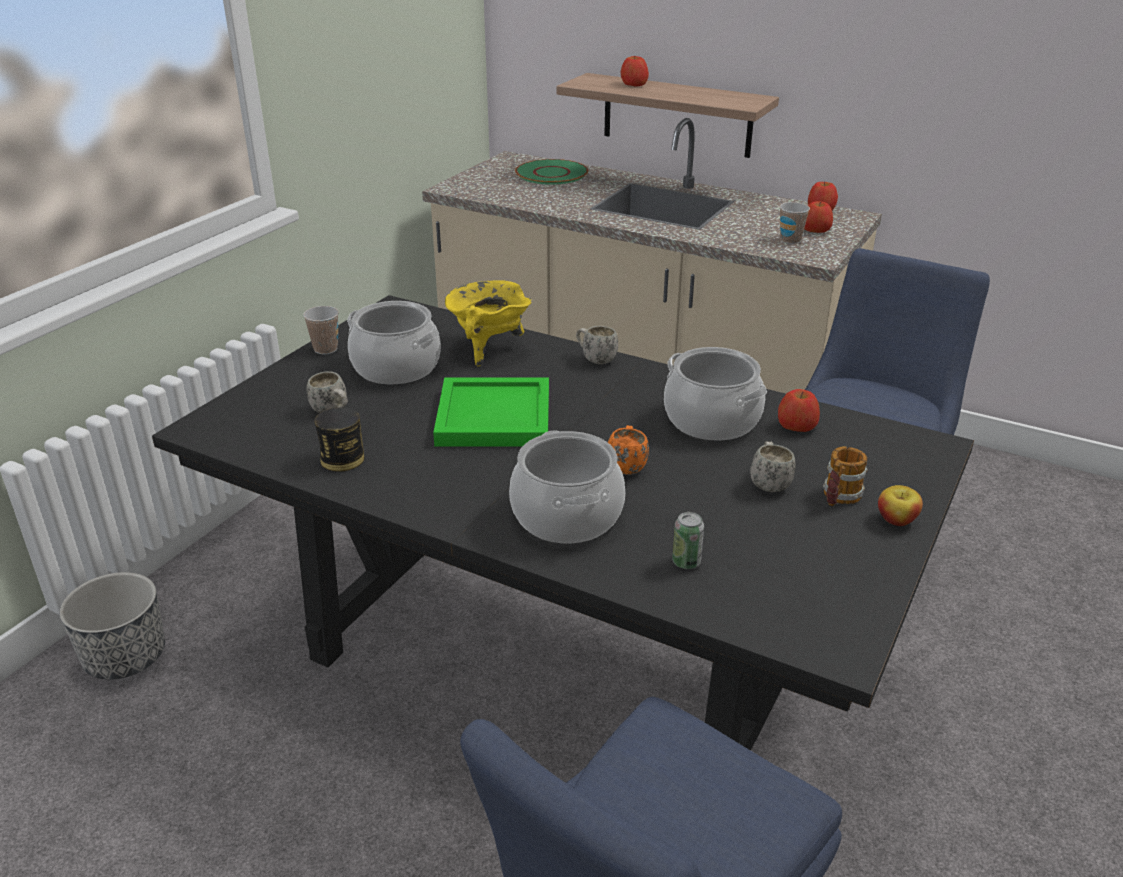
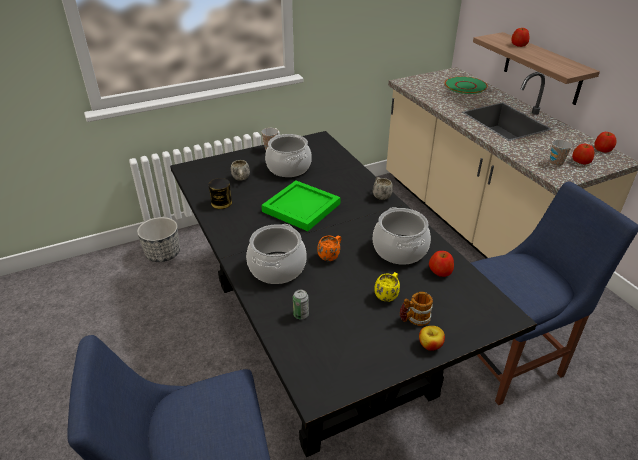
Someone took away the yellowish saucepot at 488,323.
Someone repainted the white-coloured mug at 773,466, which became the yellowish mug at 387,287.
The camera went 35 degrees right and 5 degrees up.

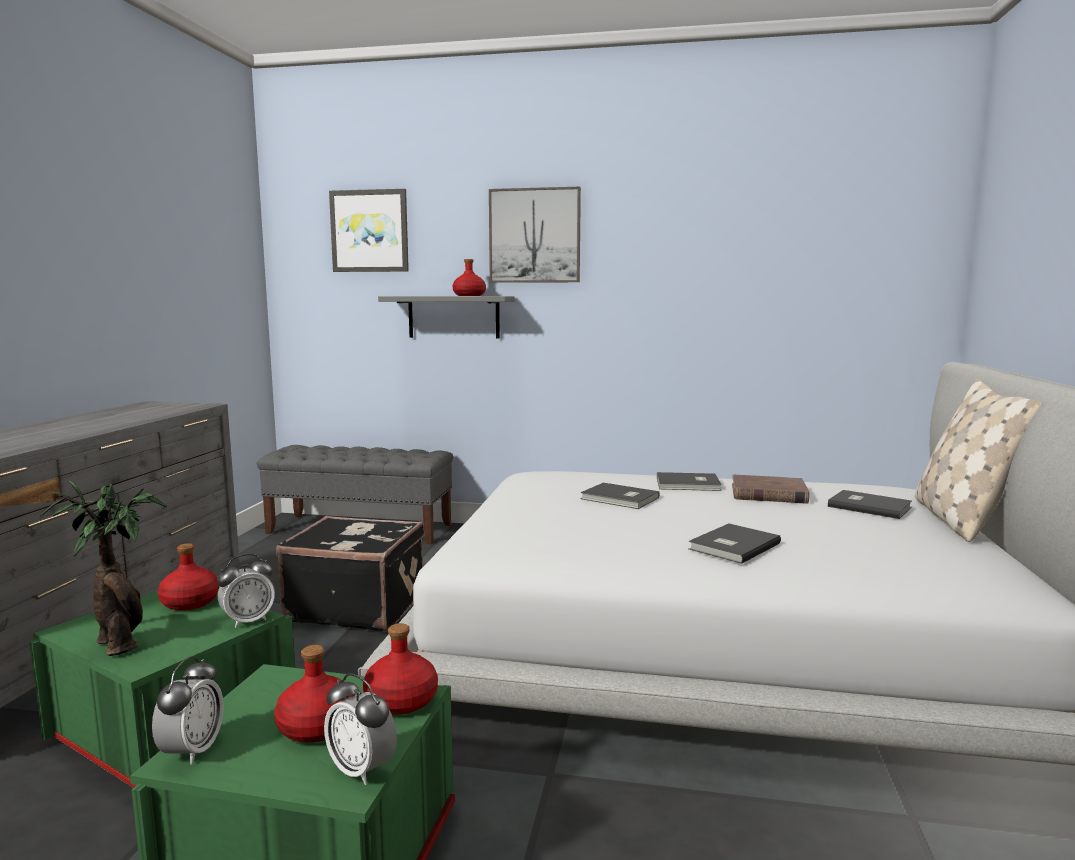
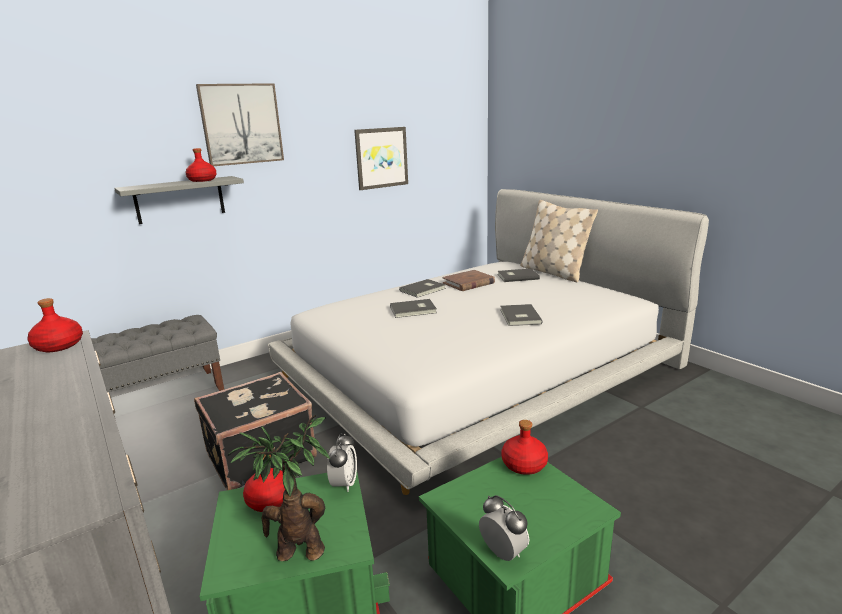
Someone took away the table clock at 360,729.
Someone carried the red-coloured beverage bottle from 314,694 to 55,325.
Someone carried the picture from 369,230 to 381,158.
The camera went 45 degrees left and 10 degrees up.

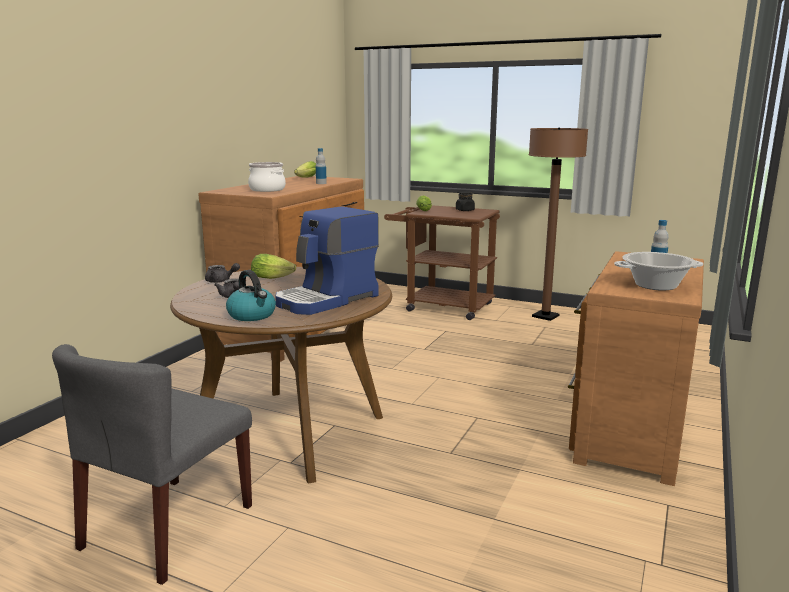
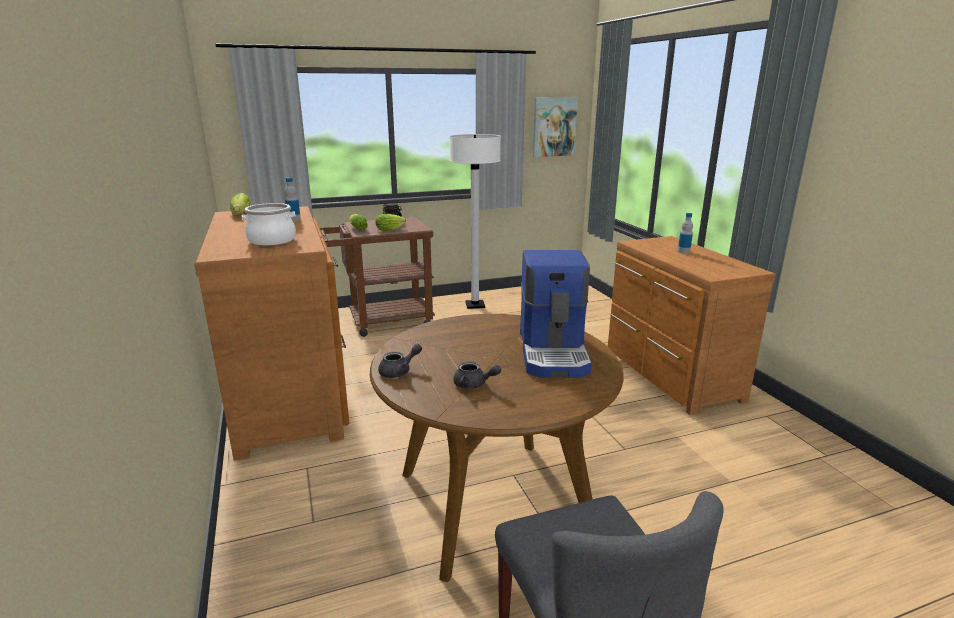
Someone took away the water kettle at 251,295.
Someone took away the saucepot at 658,271.
Someone put up the picture at 555,127.
Someone carried the head of lettuce from 273,266 to 391,222.
Someone repainted the brown floor lamp at 558,224, which became the white-coloured floor lamp at 475,221.
The camera went 45 degrees left and 5 degrees up.

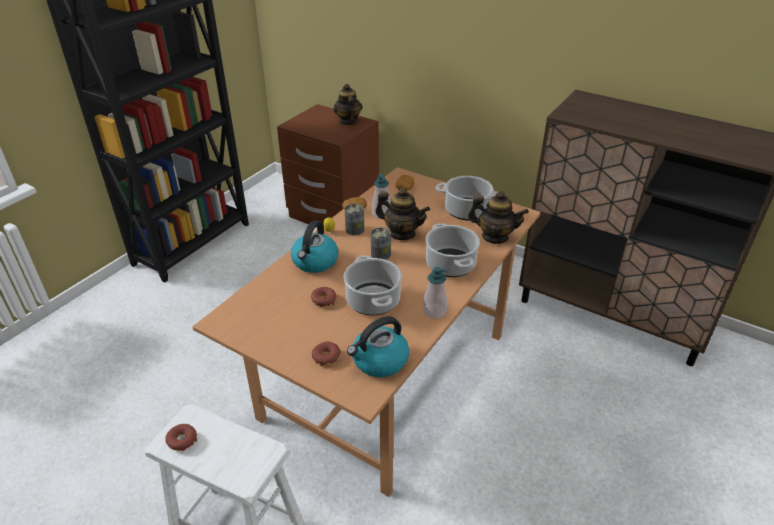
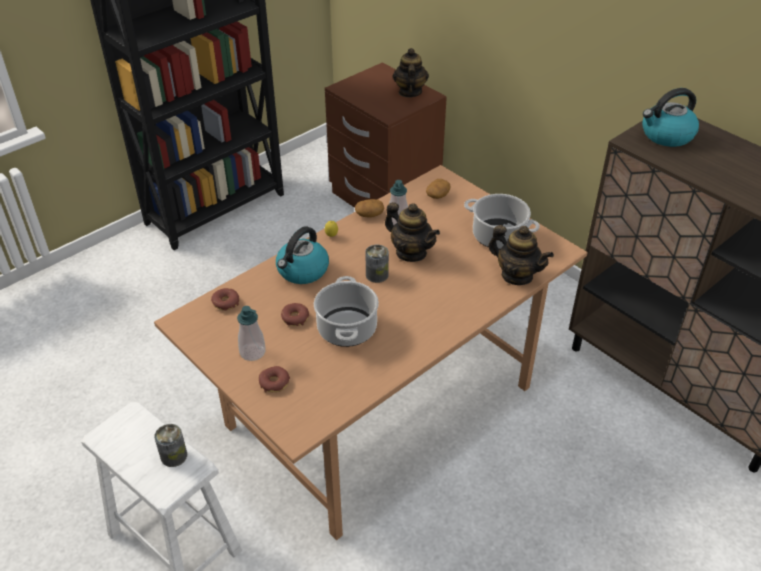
Someone took away the saucepot at 452,250.
Someone carried the donut from 181,437 to 225,299.
Someone carried the can from 354,220 to 170,445.
Someone carried the water kettle from 378,346 to 670,117.
Someone carried the soap dispenser from 435,293 to 251,333.
The camera went 15 degrees right and 5 degrees up.

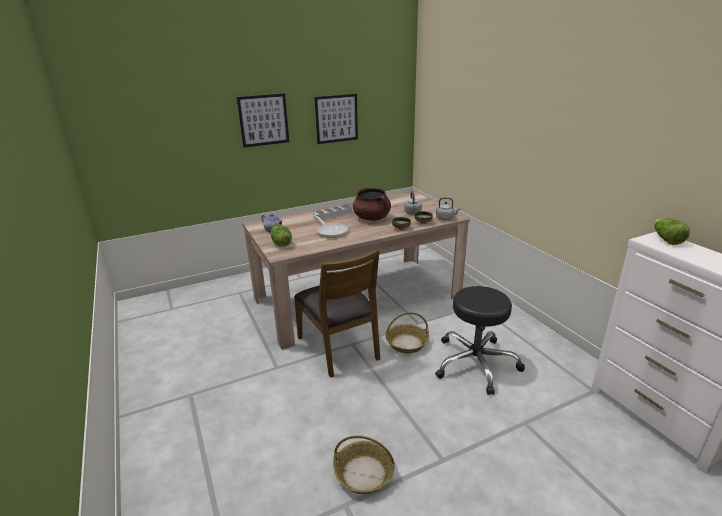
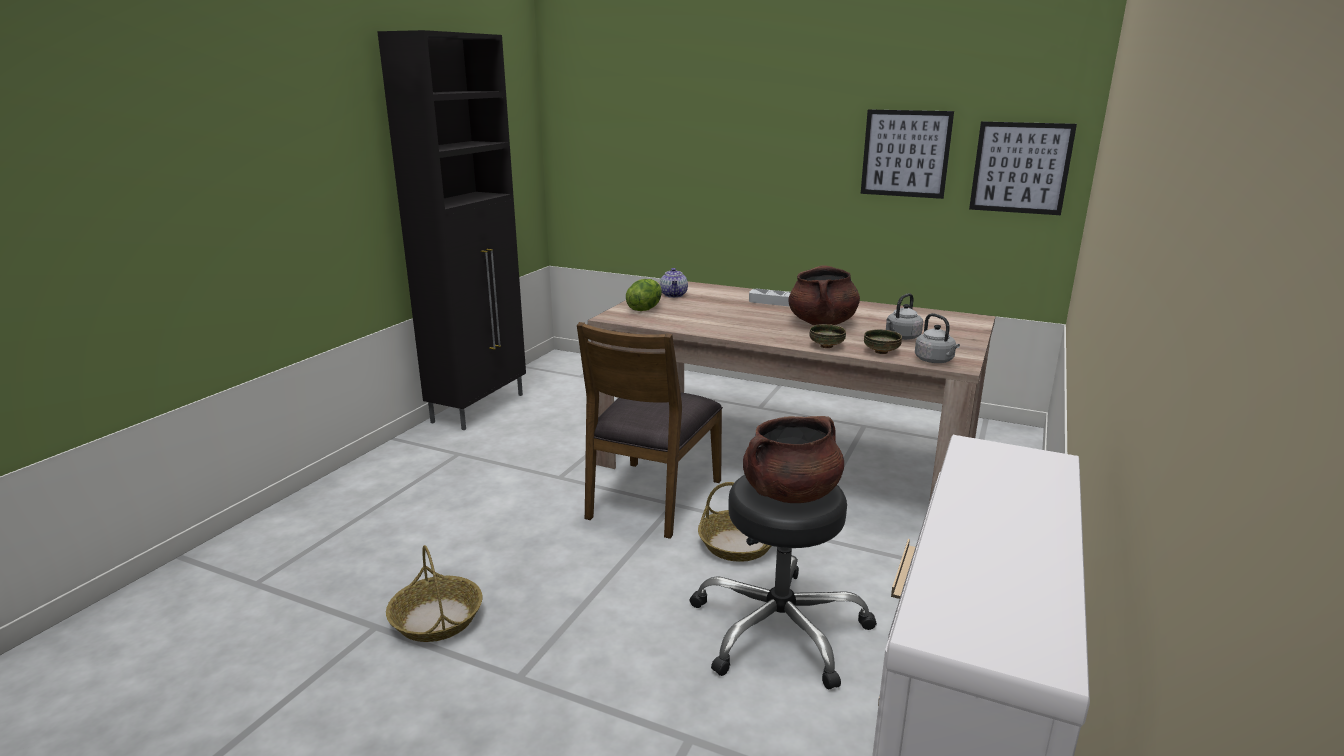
Someone took away the skillet at 331,226.
Someone took away the head of lettuce at 672,231.
Someone put down the black-coloured cabinet at 451,230.
Someone put down the brown saucepot at 793,459.
Someone carried the picture from 263,120 to 1023,168.
The camera went 50 degrees right and 5 degrees down.

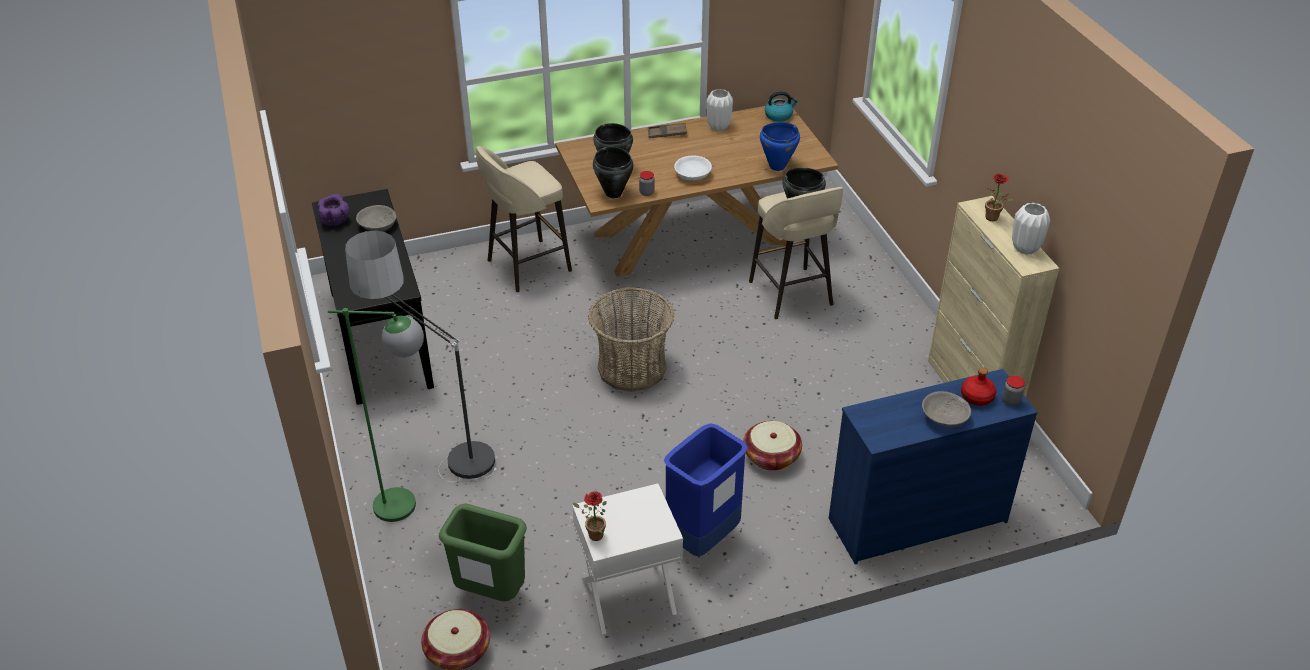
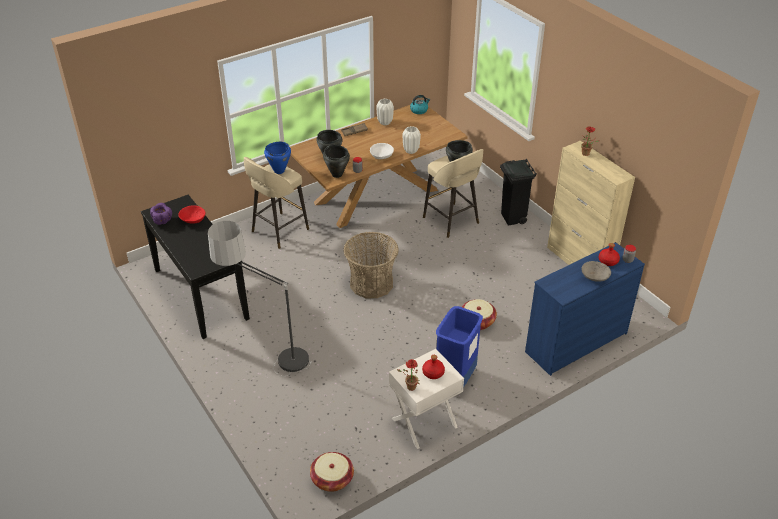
Someone took away the greenish floor lamp at 376,415.
Someone took away the greenish rubbish bin at 483,552.
Someone put down the red-coloured beverage bottle at 433,367.
Someone put down the black-coloured rubbish bin at 518,192.
Someone carried the blue-coloured saucepot from 780,146 to 277,158.
Someone carried the white-coloured flower vase from 1031,229 to 411,140.
Someone repainted the gray bowl at 376,218, which became the red-coloured bowl at 191,214.
The camera went 15 degrees left and 0 degrees up.

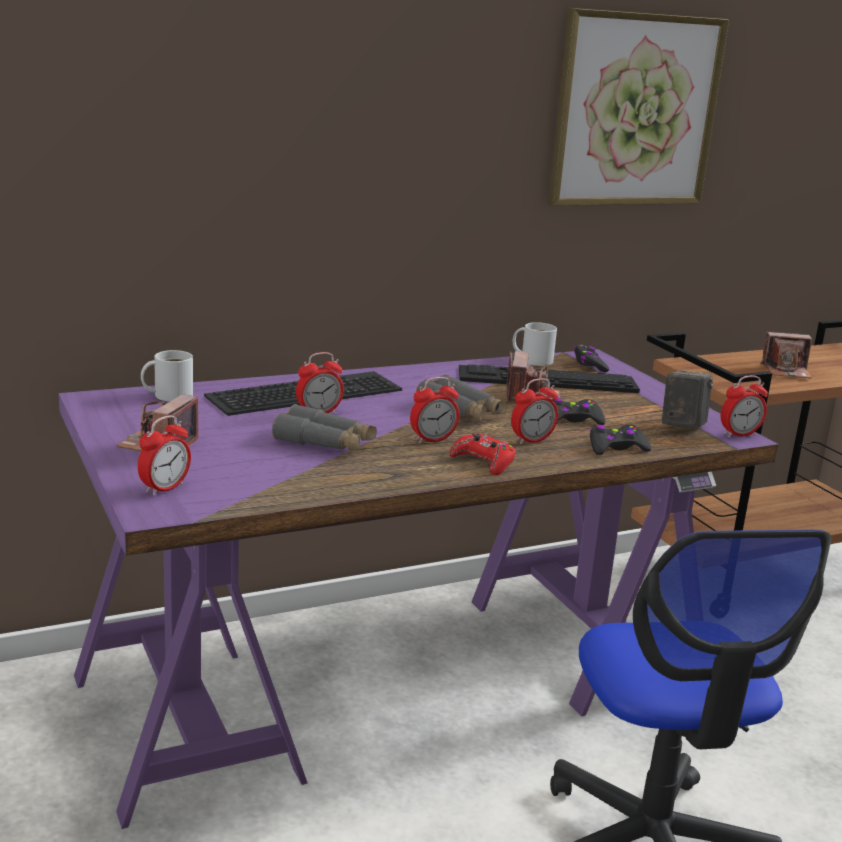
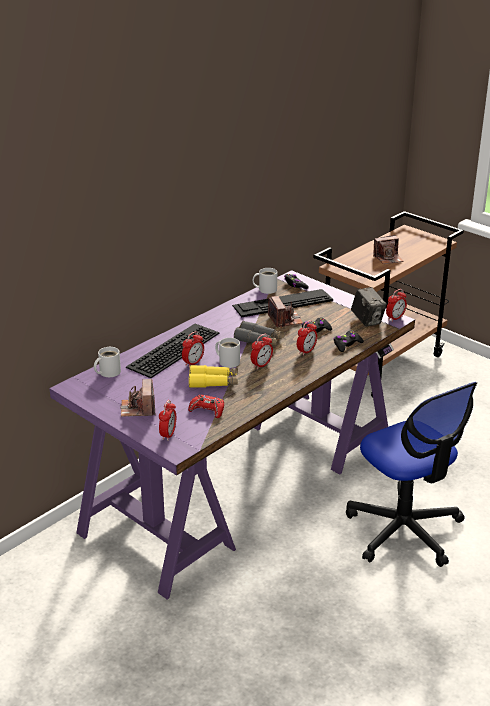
Someone took away the picture at 638,107.
Someone put down the white-coloured mug at 227,353.
Someone carried the red-coloured joypad from 483,454 to 206,406.
Someone repainted the gray field glasses at 324,427, which became the yellowish field glasses at 213,376.
Someone rotated the photo camera at 687,399 by 150 degrees clockwise.
The camera went 20 degrees left and 10 degrees up.

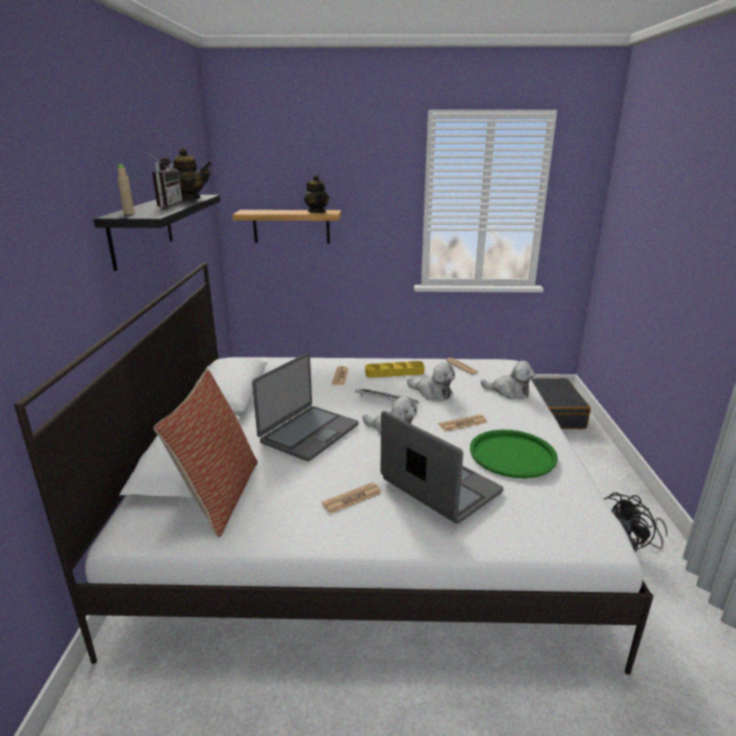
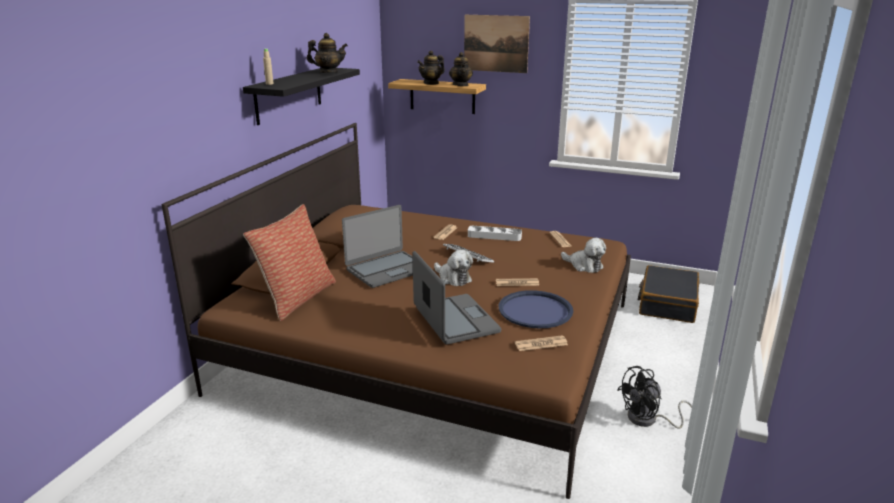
Someone took away the radio receiver at 162,178.
Someone took away the cuddly toy at 431,381.
Someone put down the pot for tea at 431,68.
Someone put up the picture at 497,44.
Someone carried the daily paper from 352,498 to 541,343.
Someone repainted the white-coloured sleeping bed at 333,468, which became the brown sleeping bed at 396,311.
Someone repainted the yellowish serving tray at 395,369, which became the gray serving tray at 495,233.
Someone repainted the greenish serving tray at 514,454, which became the blue-coloured serving tray at 536,309.
The camera went 20 degrees right and 0 degrees up.

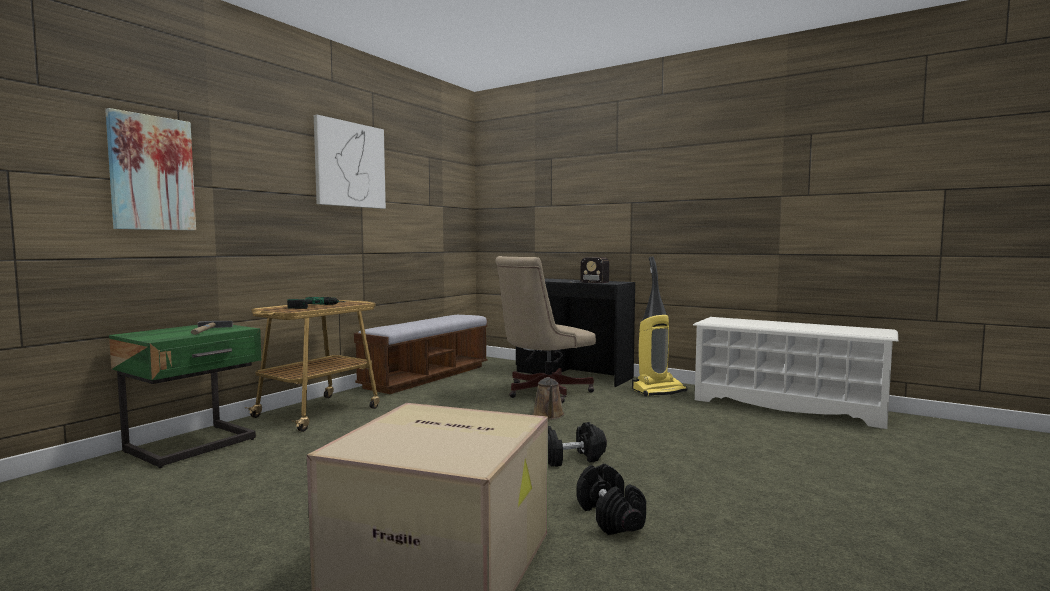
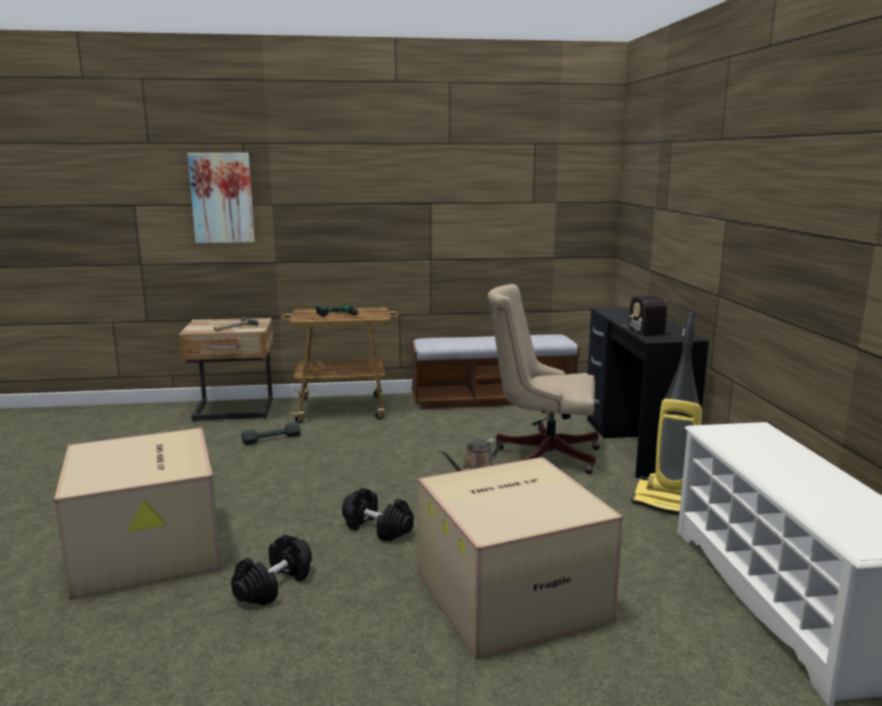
Someone took away the picture at 350,162.
Someone put down the gray dumbbell at 271,433.
Someone put down the cardboard box at 520,558.
Someone repainted the greenish nightstand at 185,396, which became the beige nightstand at 225,370.
The camera went 50 degrees right and 10 degrees up.

